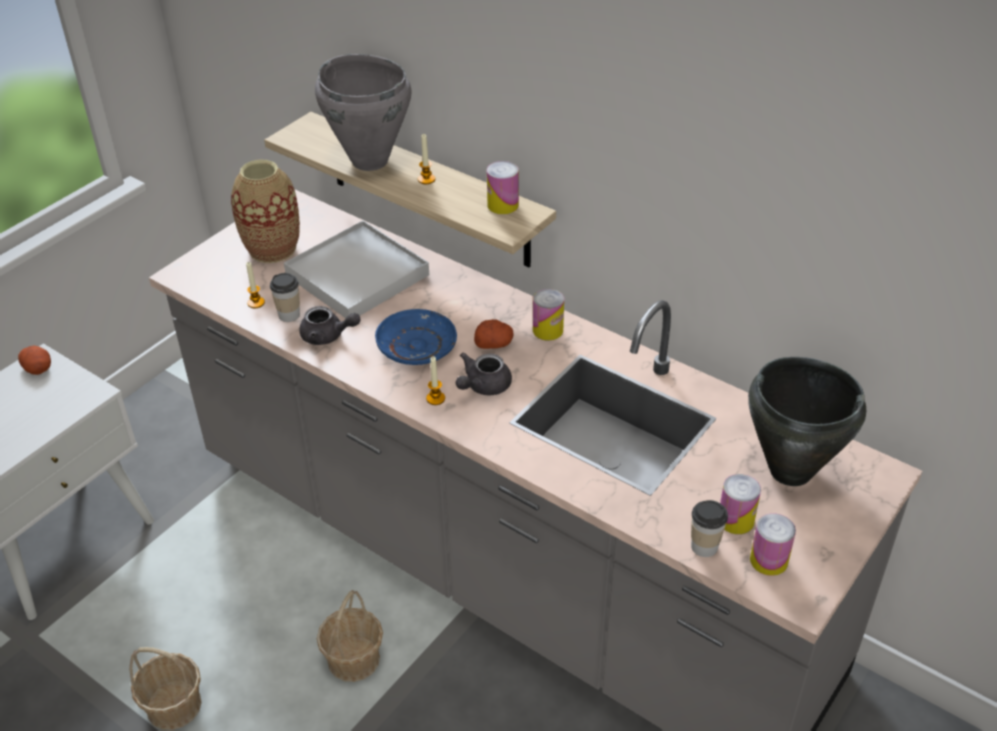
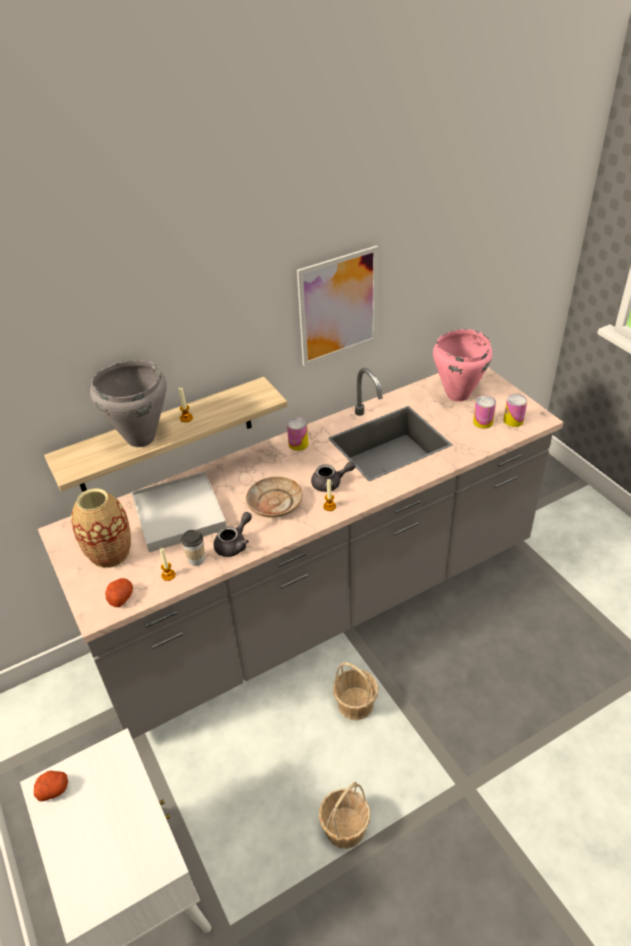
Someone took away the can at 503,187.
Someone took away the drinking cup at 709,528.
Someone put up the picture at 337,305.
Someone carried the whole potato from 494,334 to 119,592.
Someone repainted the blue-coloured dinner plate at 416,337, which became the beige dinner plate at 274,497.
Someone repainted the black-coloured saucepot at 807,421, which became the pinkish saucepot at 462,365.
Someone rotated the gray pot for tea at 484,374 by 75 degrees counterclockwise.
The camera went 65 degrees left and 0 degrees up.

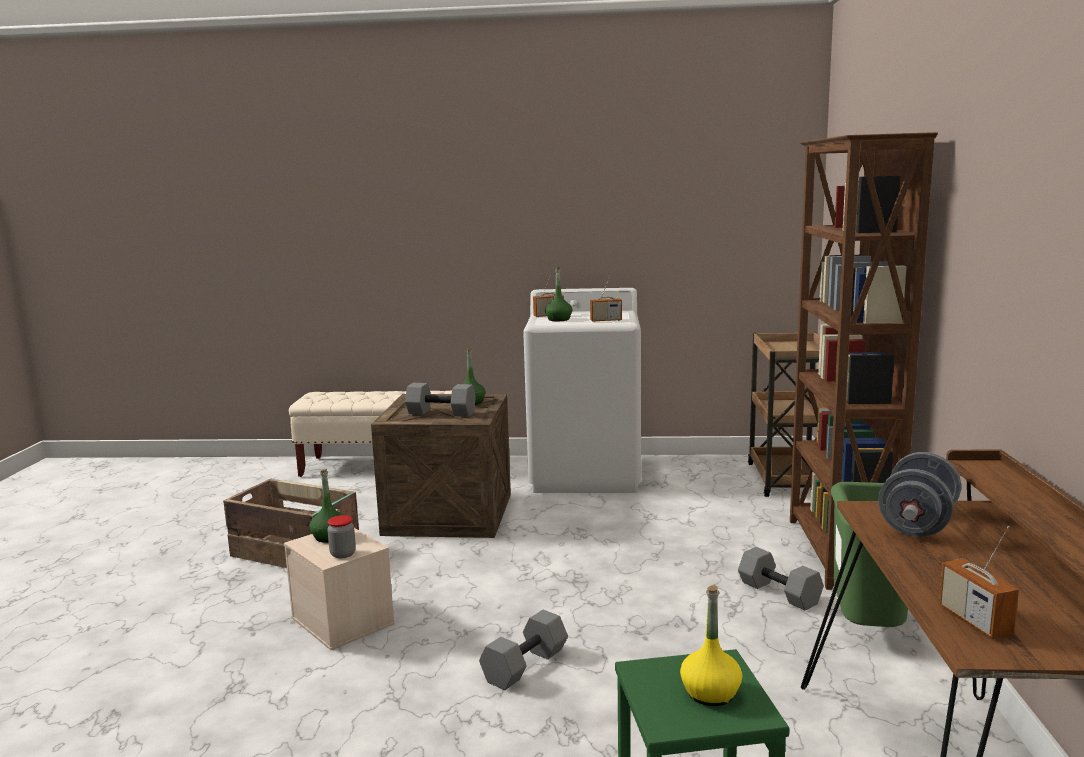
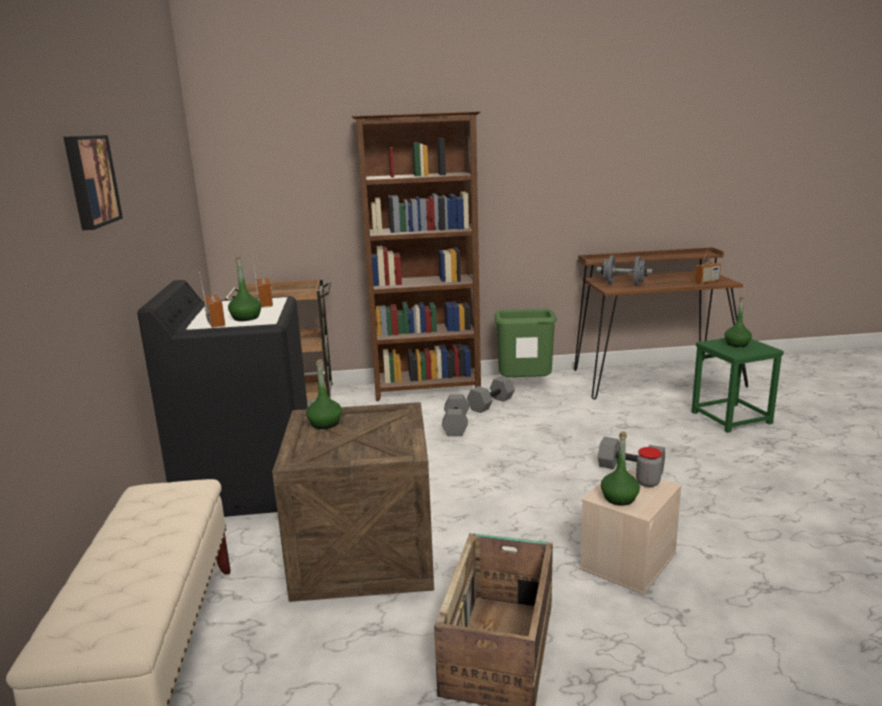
Someone put up the picture at 93,182.
Someone carried the gray dumbbell from 440,400 to 455,415.
Someone repainted the white-coloured washing machine at 582,390, which became the black-coloured washing machine at 222,398.
Someone repainted the yellowish beverage bottle at 711,645, which became the greenish beverage bottle at 738,322.
The camera went 100 degrees left and 5 degrees up.

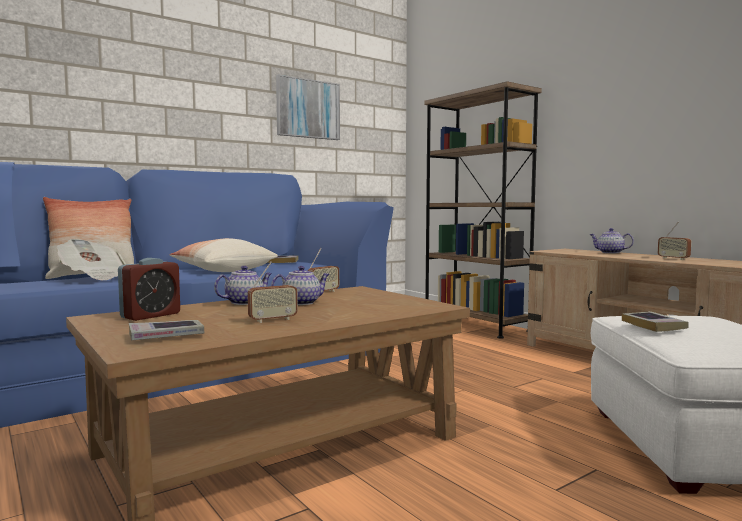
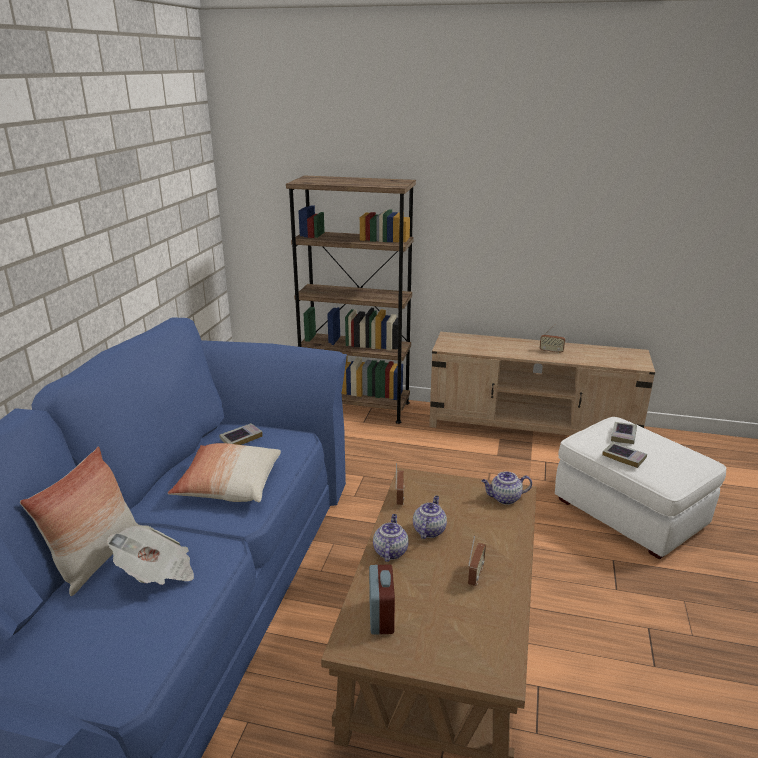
Someone took away the picture at 308,107.
Someone carried the book from 166,330 to 624,433.
Someone carried the pot for tea from 611,240 to 507,488.
The camera went 40 degrees left and 20 degrees up.

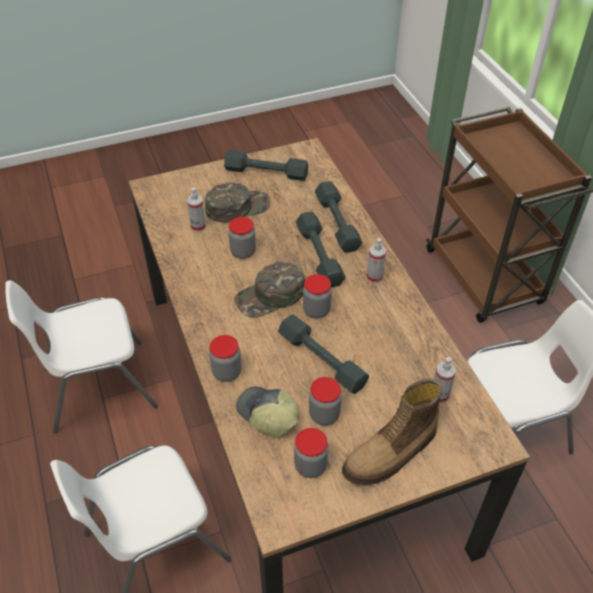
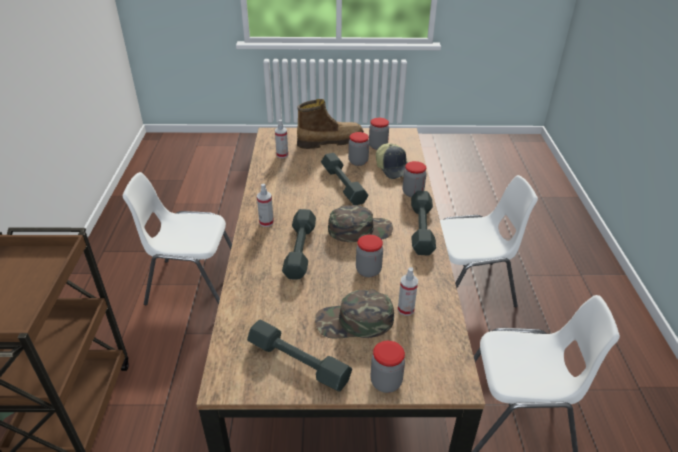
Someone carried the preserve jar from 317,296 to 387,367.
Someone carried the gray dumbbell from 339,217 to 423,223.
The camera went 160 degrees left and 10 degrees down.

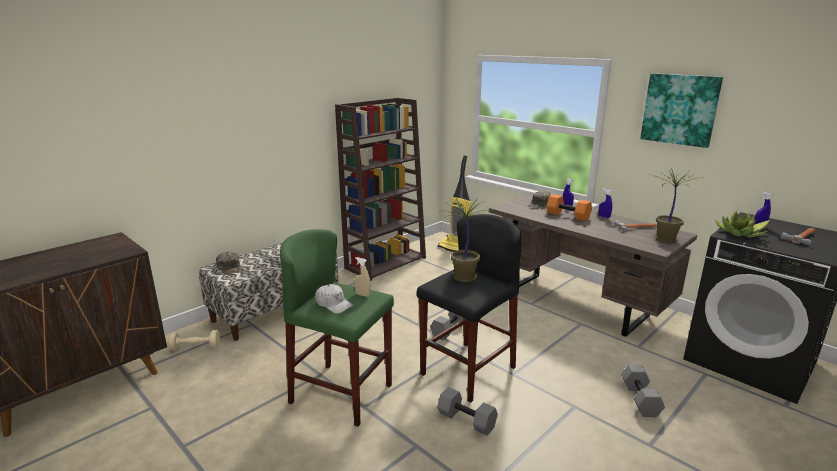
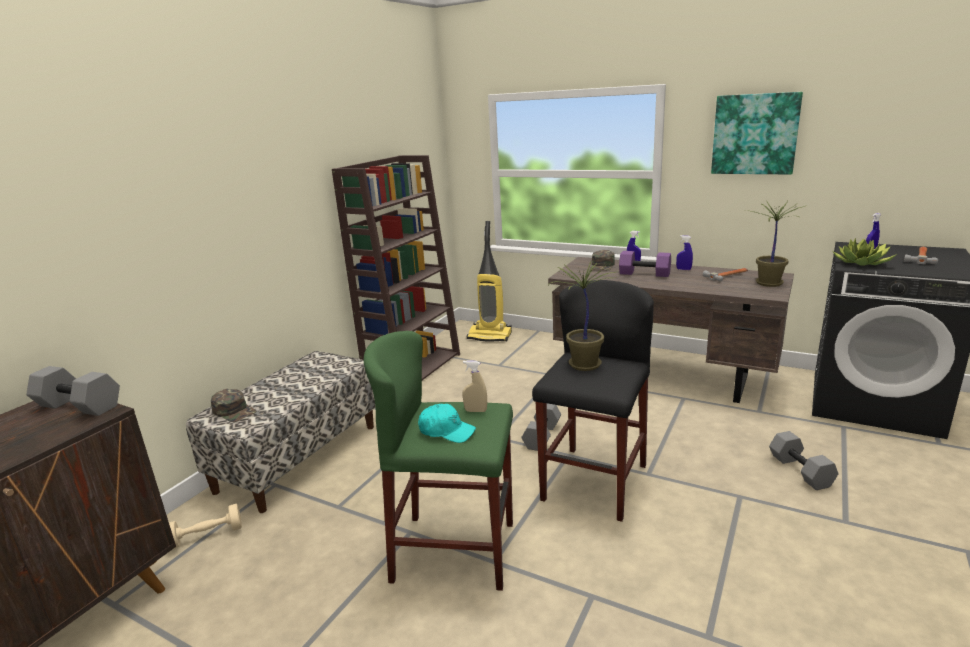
Someone carried the gray dumbbell from 467,411 to 73,391.
Someone repainted the white-coloured baseball cap at 334,299, which became the blue-green baseball cap at 447,423.
Someone repainted the orange-coloured dumbbell at 569,207, which became the purple-coloured dumbbell at 645,264.
The camera went 15 degrees left and 0 degrees up.

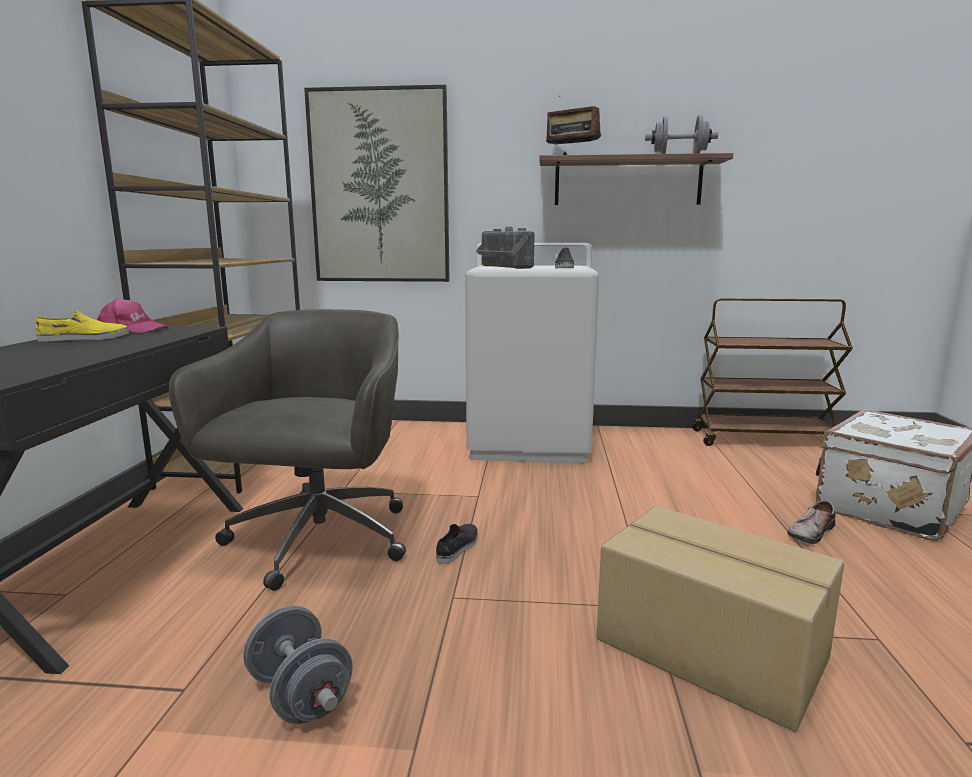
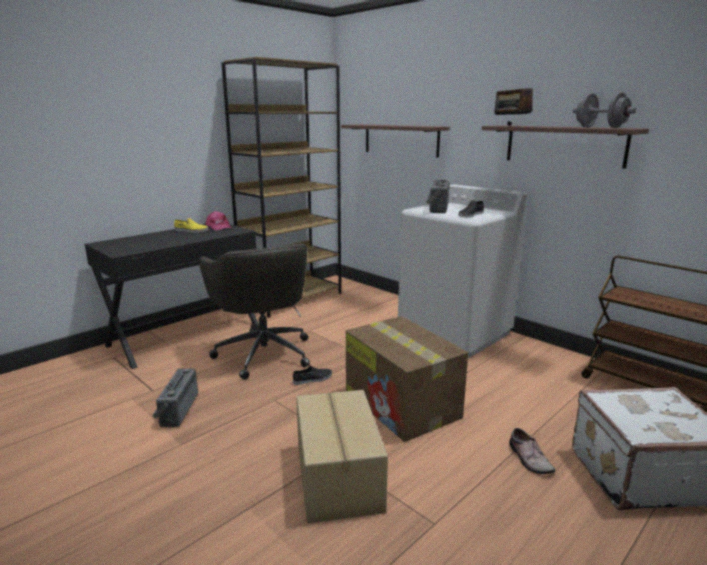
Someone put down the cardboard box at 407,379.
Someone swapped the gray dumbbell at 298,665 for the radio receiver at 175,397.
Someone swapped the picture at 376,183 for the wall shelf at 395,140.
Someone rotated the gray computer chair at 287,450 by 105 degrees clockwise.
Someone rotated the shoe at 811,522 by 105 degrees counterclockwise.
The camera went 40 degrees right and 5 degrees up.

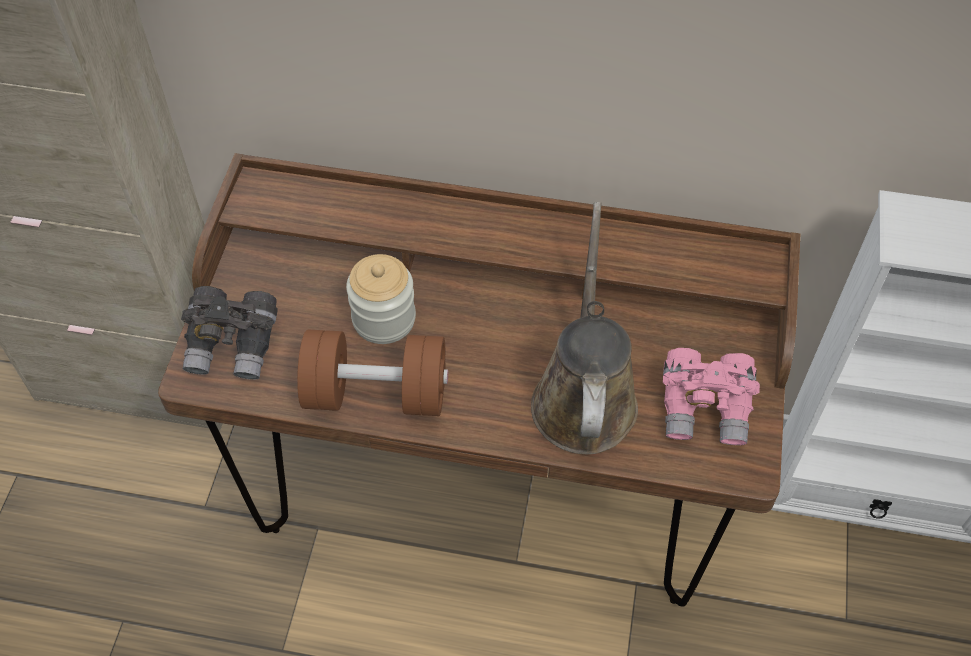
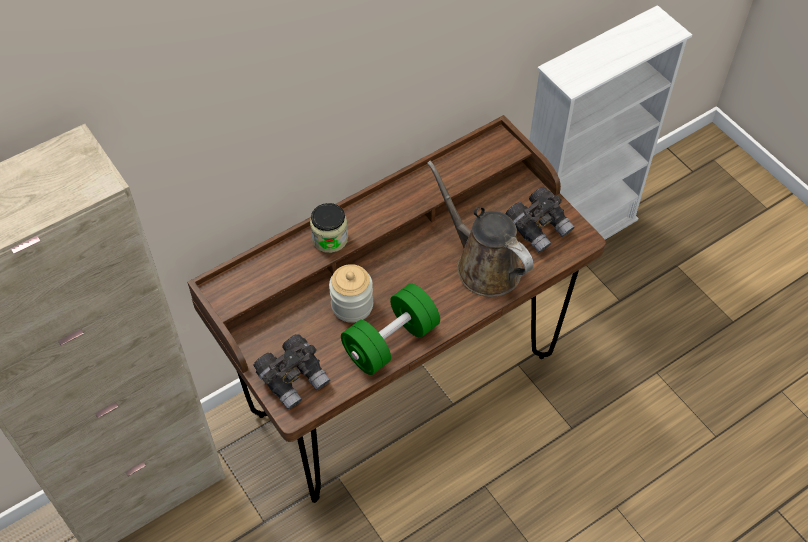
Someone put down the preserve jar at 329,228.
Someone repainted the brown dumbbell at 372,373, which became the greenish dumbbell at 390,329.
Someone repainted the pinkish field glasses at 711,396, which became the gray field glasses at 540,220.
The camera went 45 degrees left and 0 degrees up.

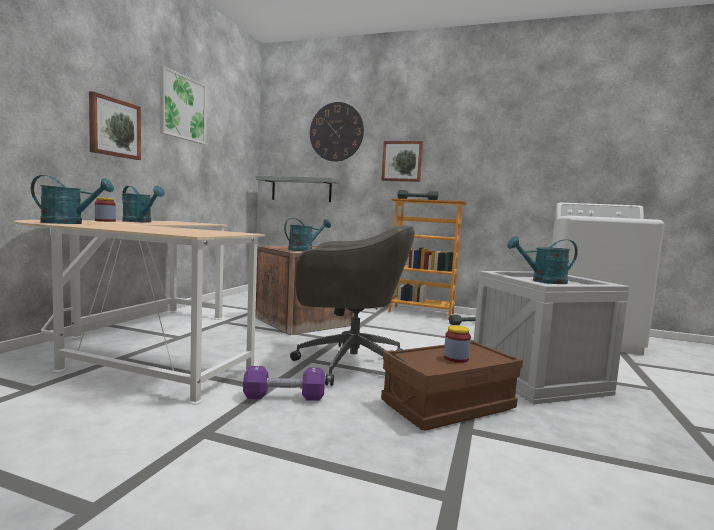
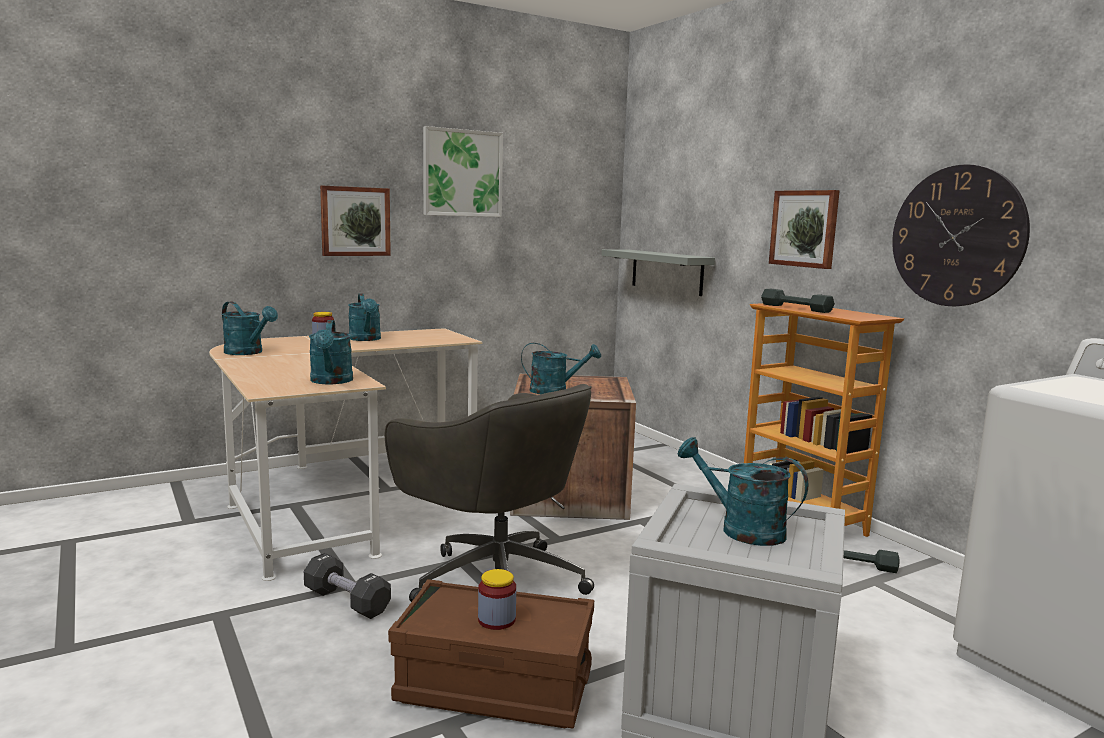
Someone put down the blue-green watering can at 331,352.
Someone carried the hanging clock from 337,132 to 961,235.
Someone repainted the purple-coloured dumbbell at 284,383, which became the black-coloured dumbbell at 347,586.
The camera went 40 degrees right and 5 degrees up.

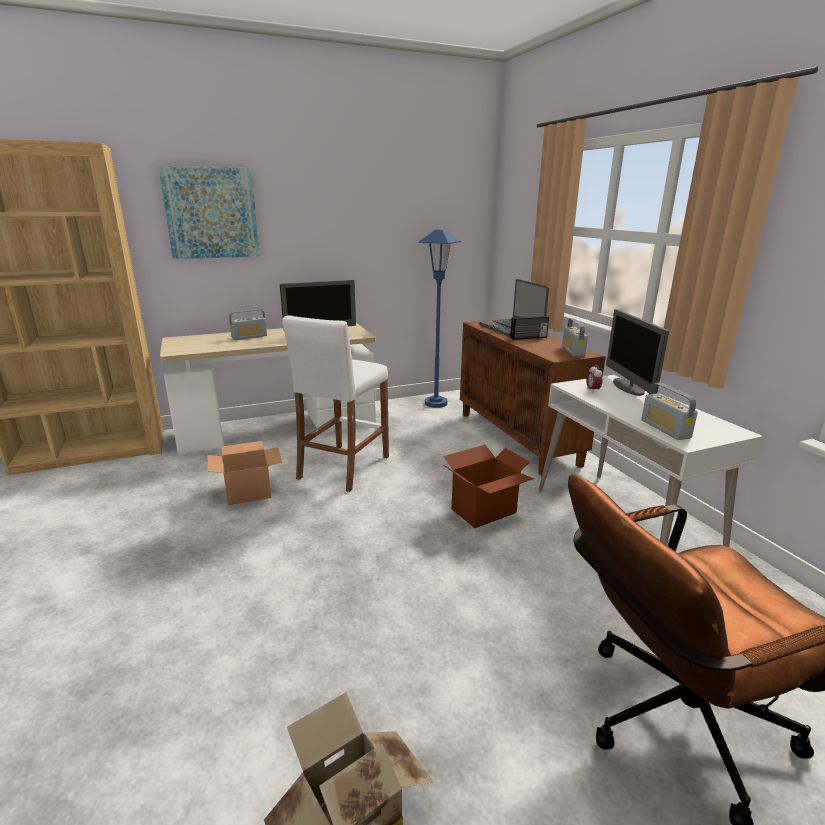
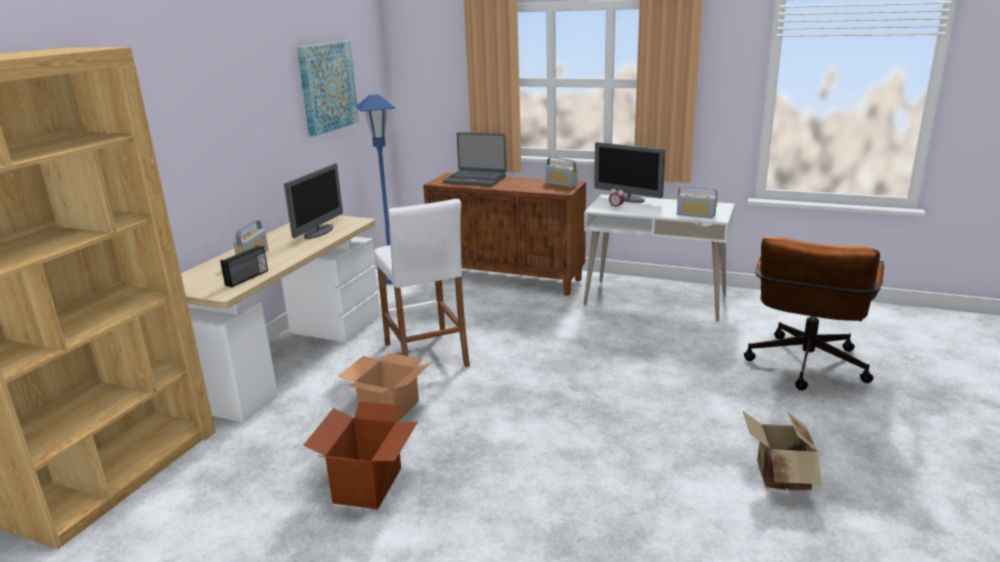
Someone carried the picture from 209,212 to 328,89.
Someone carried the cardboard box from 489,486 to 361,455.
Someone carried the radio receiver from 529,328 to 244,266.
The camera went 45 degrees left and 0 degrees up.

